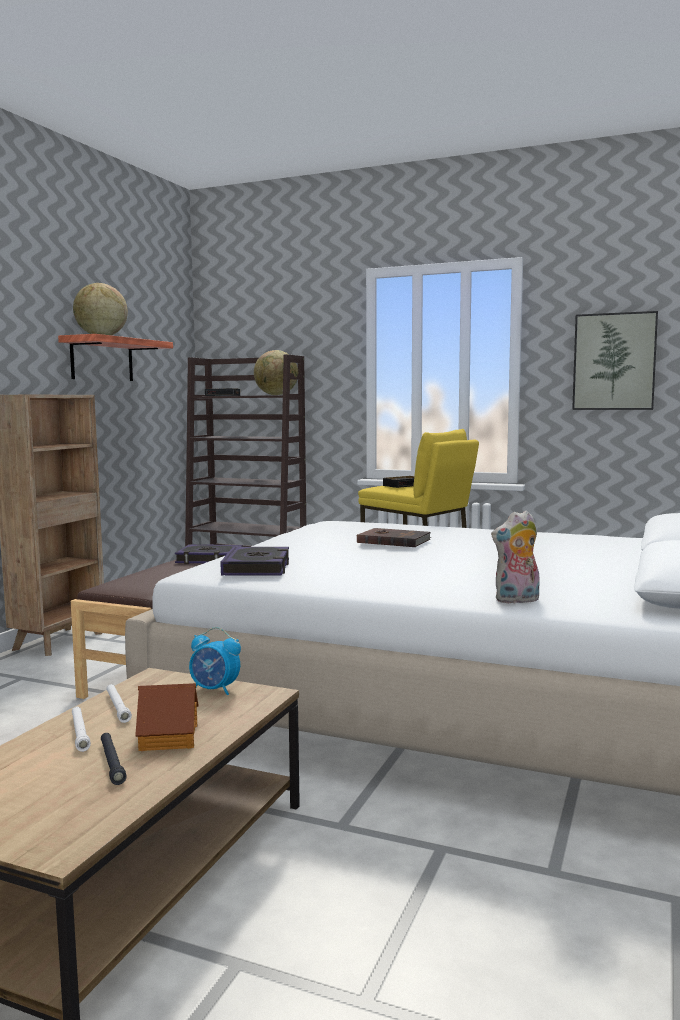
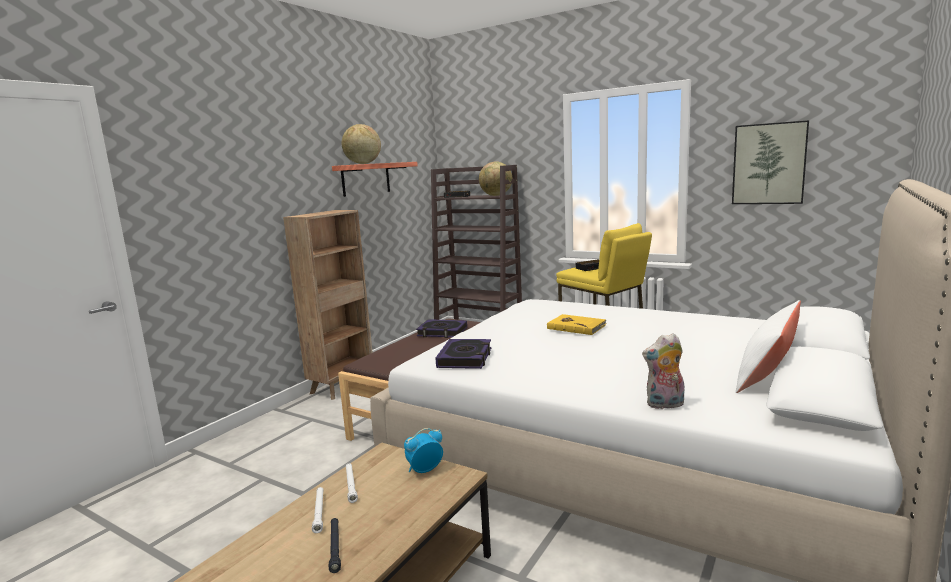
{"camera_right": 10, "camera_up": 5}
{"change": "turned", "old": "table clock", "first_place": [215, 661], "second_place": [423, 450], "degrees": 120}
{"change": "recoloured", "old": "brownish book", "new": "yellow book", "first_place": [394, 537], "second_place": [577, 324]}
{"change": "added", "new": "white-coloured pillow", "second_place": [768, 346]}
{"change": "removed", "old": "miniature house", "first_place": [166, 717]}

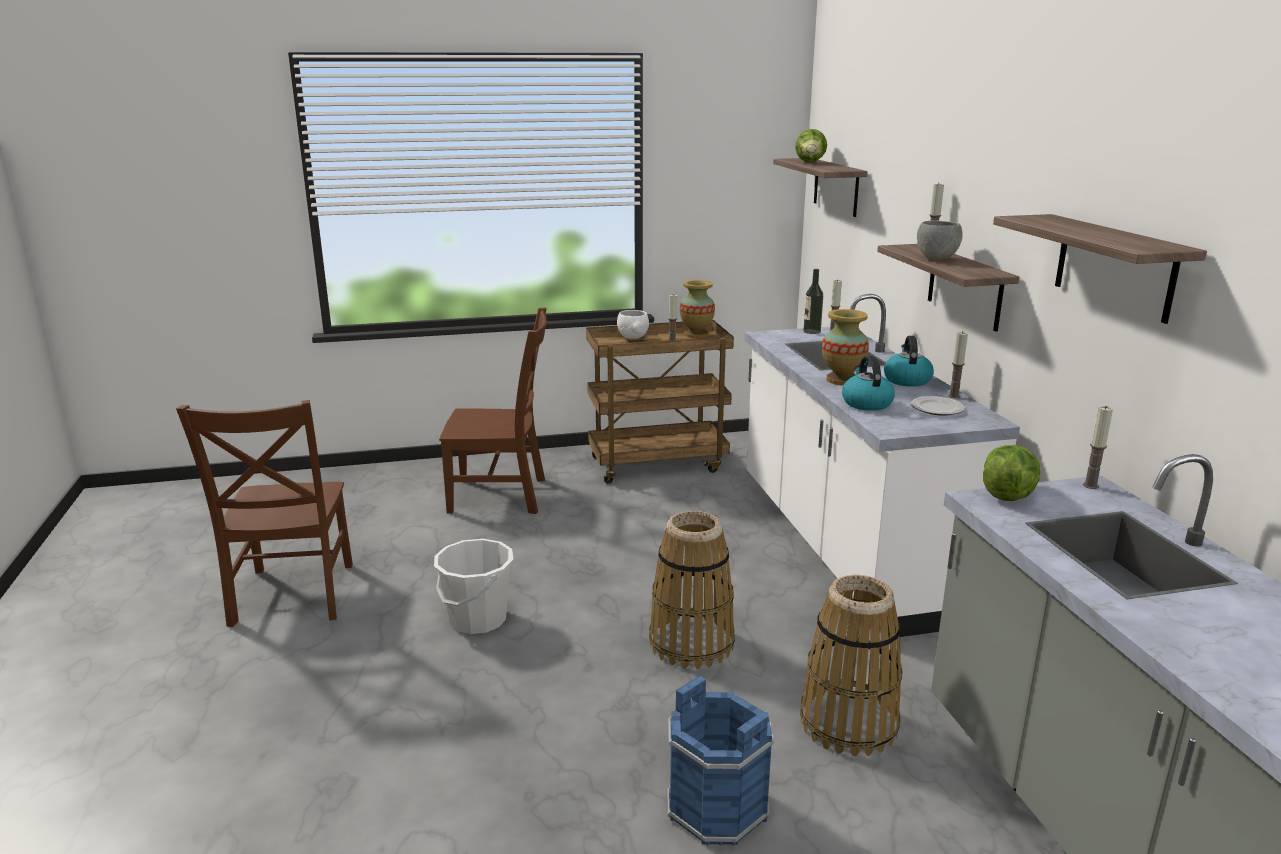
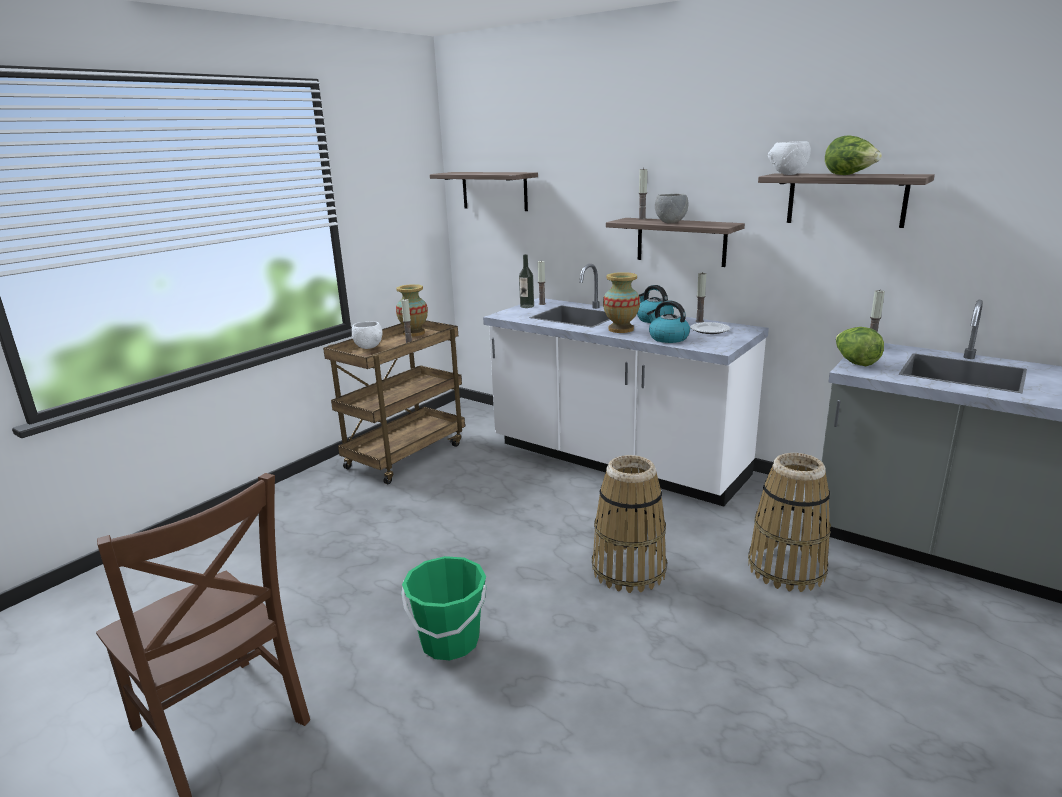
{"camera_right": -40, "camera_up": 0}
{"change": "recoloured", "old": "white-coloured pail", "new": "green-coloured pail", "first_place": [473, 586], "second_place": [443, 608]}
{"change": "added", "new": "white-coloured bowl", "second_place": [789, 158]}
{"change": "moved", "old": "head of lettuce", "first_place": [811, 145], "second_place": [853, 155]}
{"change": "removed", "old": "brownish chair", "first_place": [493, 410]}
{"change": "removed", "old": "blue pail", "first_place": [720, 761]}

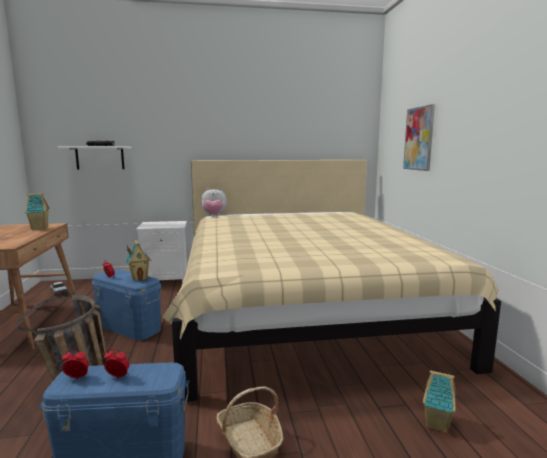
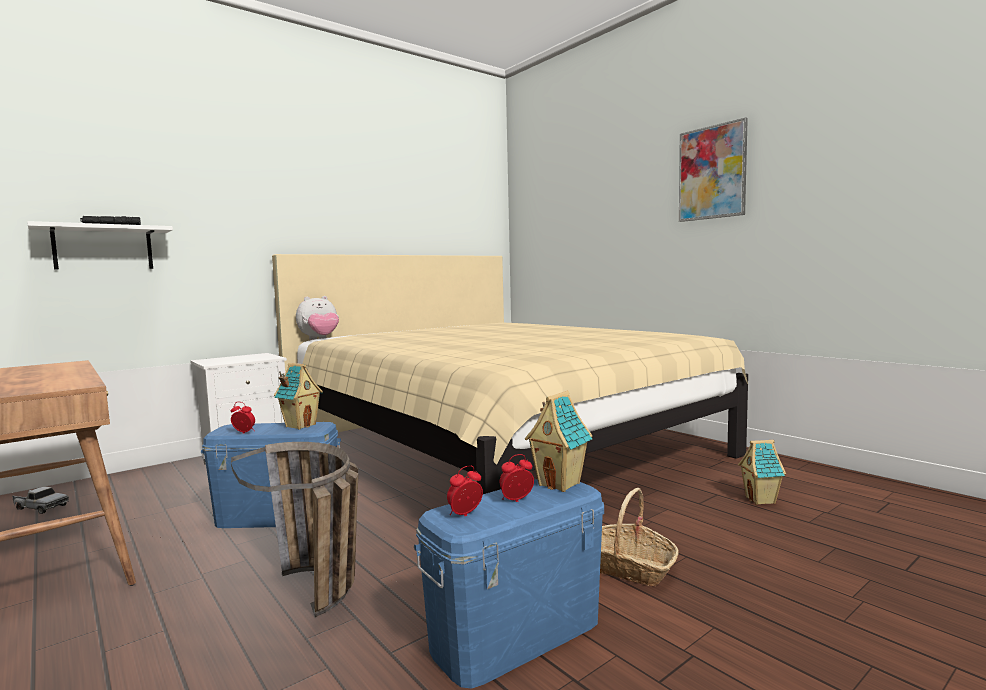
{"camera_right": -30, "camera_up": -5}
{"change": "moved", "old": "miniature house", "first_place": [37, 211], "second_place": [558, 441]}
{"change": "moved", "old": "wall art", "first_place": [419, 137], "second_place": [713, 169]}

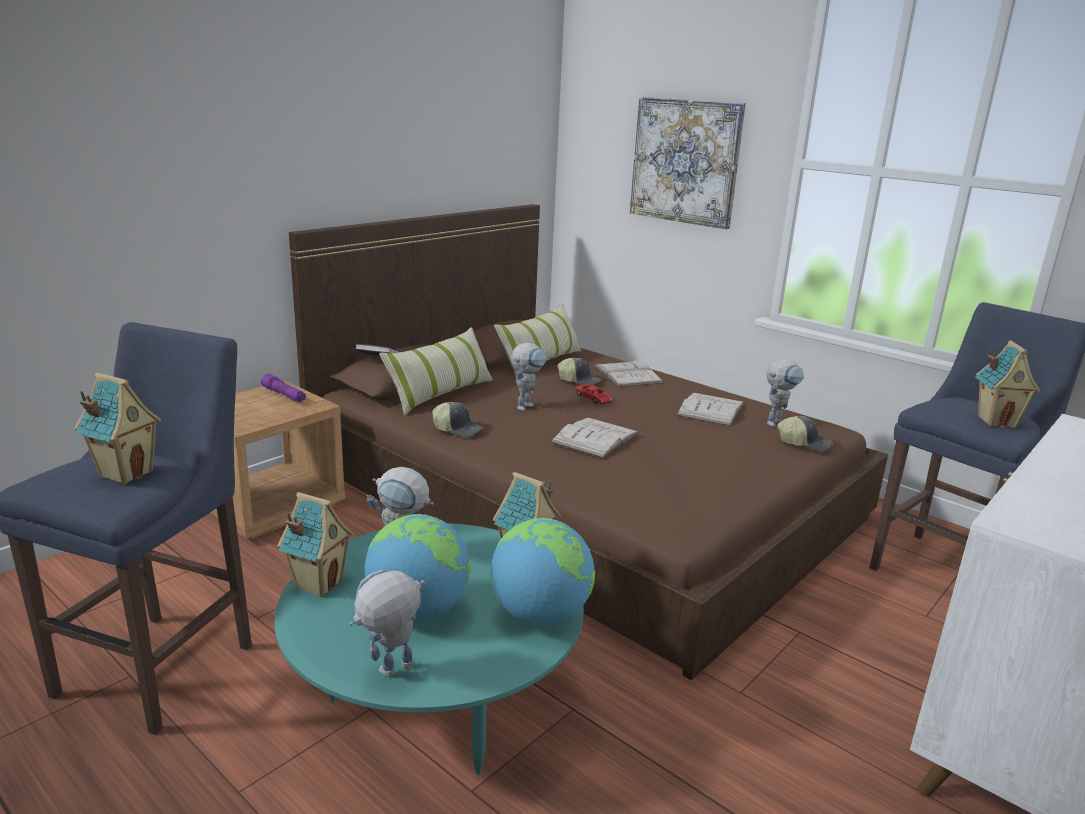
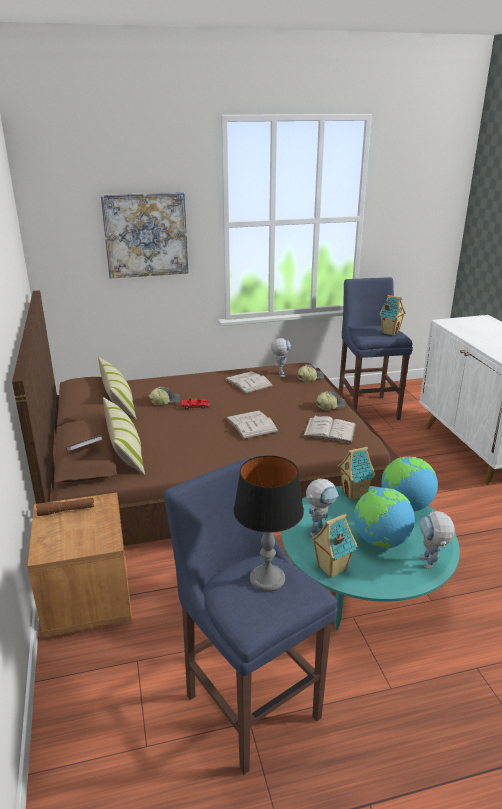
{"camera_right": -55, "camera_up": 5}
{"change": "recoloured", "old": "purple torch", "new": "brownish torch", "first_place": [283, 388], "second_place": [65, 507]}
{"change": "replaced", "old": "miniature house", "new": "lamp for a table", "first_place": [117, 429], "second_place": [268, 523]}
{"change": "moved", "old": "white-coloured book", "first_place": [628, 373], "second_place": [329, 429]}
{"change": "moved", "old": "peaked cap", "first_place": [458, 420], "second_place": [331, 400]}
{"change": "removed", "old": "model robot", "first_place": [529, 377]}

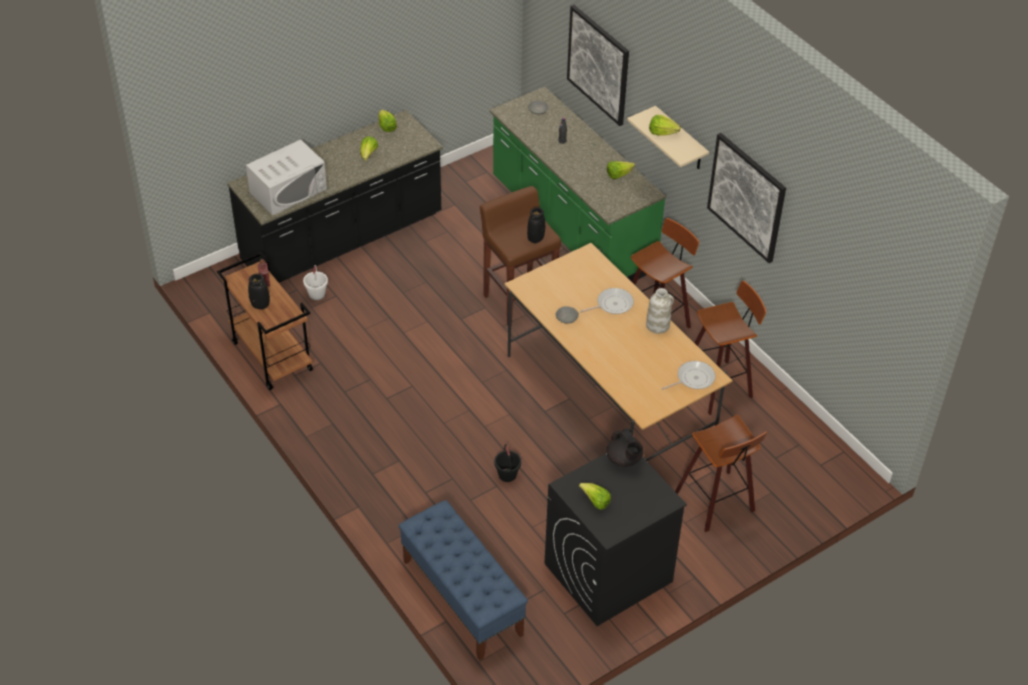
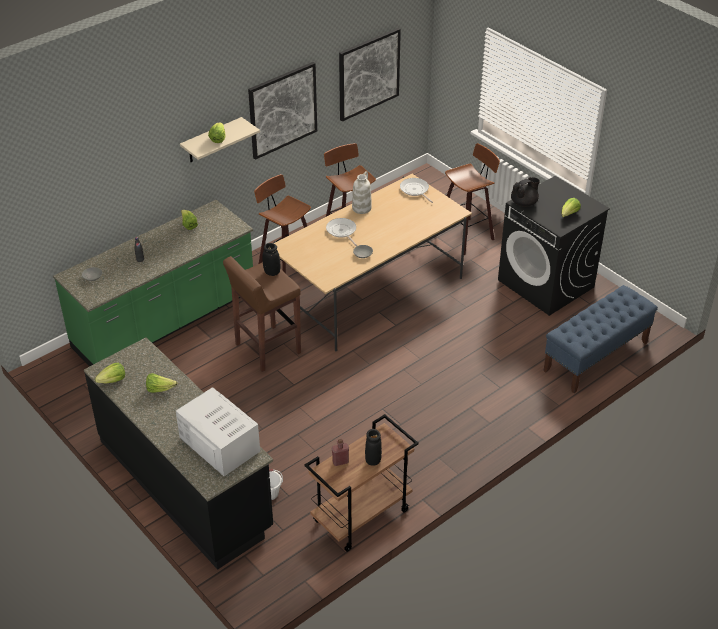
{"camera_right": -95, "camera_up": -5}
{"change": "moved", "old": "wall art", "first_place": [598, 65], "second_place": [370, 75]}
{"change": "removed", "old": "black-coloured pail", "first_place": [507, 463]}

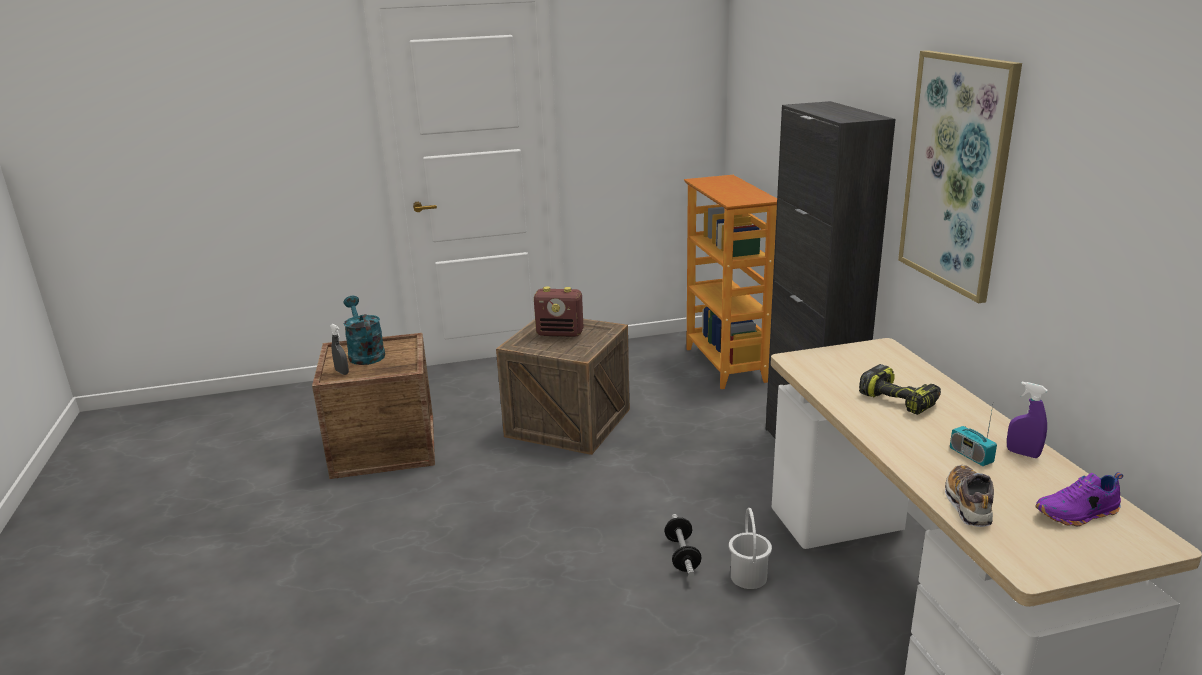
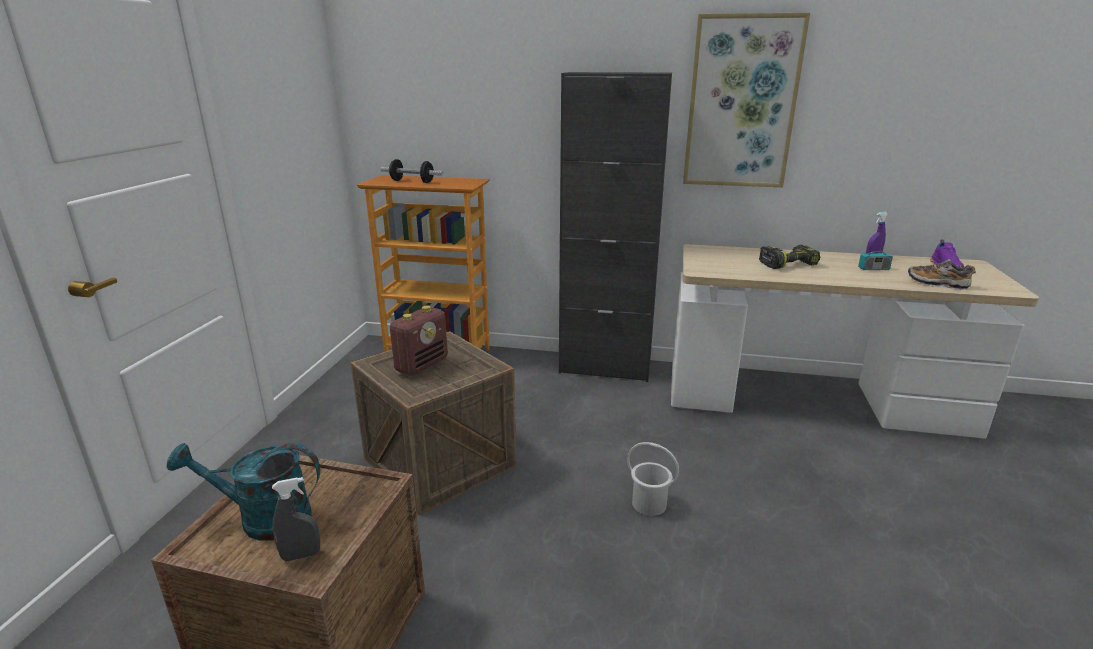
{"camera_right": -65, "camera_up": 0}
{"change": "moved", "old": "hand weight", "first_place": [683, 545], "second_place": [412, 171]}
{"change": "moved", "old": "white-coloured pail", "first_place": [750, 548], "second_place": [653, 479]}

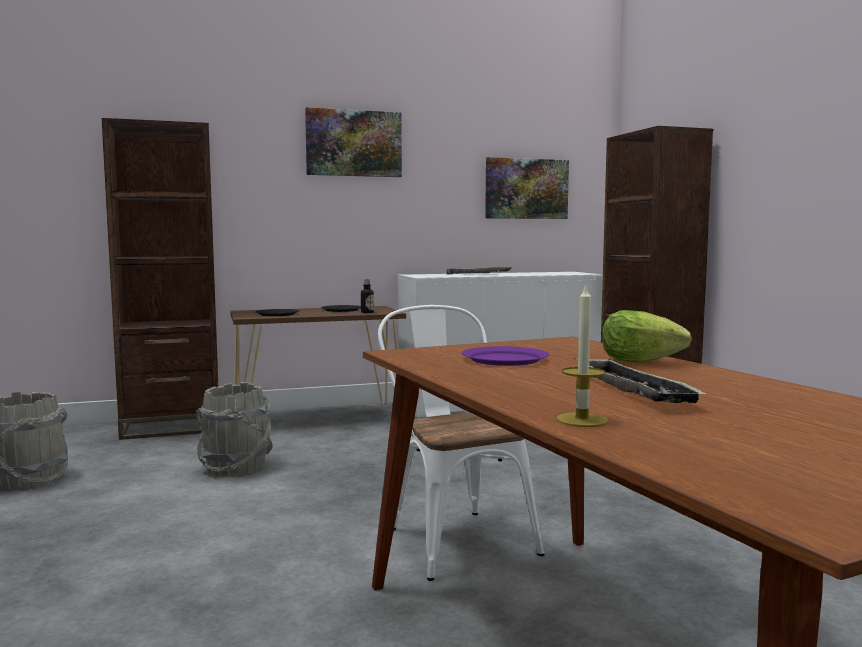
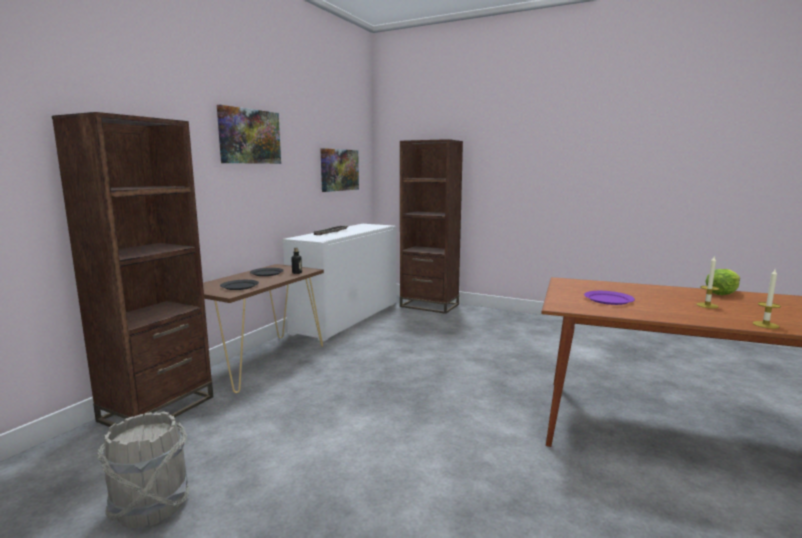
{"camera_right": -45, "camera_up": 5}
{"change": "replaced", "old": "serving tray", "new": "wax light", "first_place": [639, 380], "second_place": [707, 282]}
{"change": "moved", "old": "head of lettuce", "first_place": [647, 336], "second_place": [722, 282]}
{"change": "removed", "old": "gray pail", "first_place": [234, 429]}
{"change": "removed", "old": "white-coloured chair", "first_place": [461, 443]}

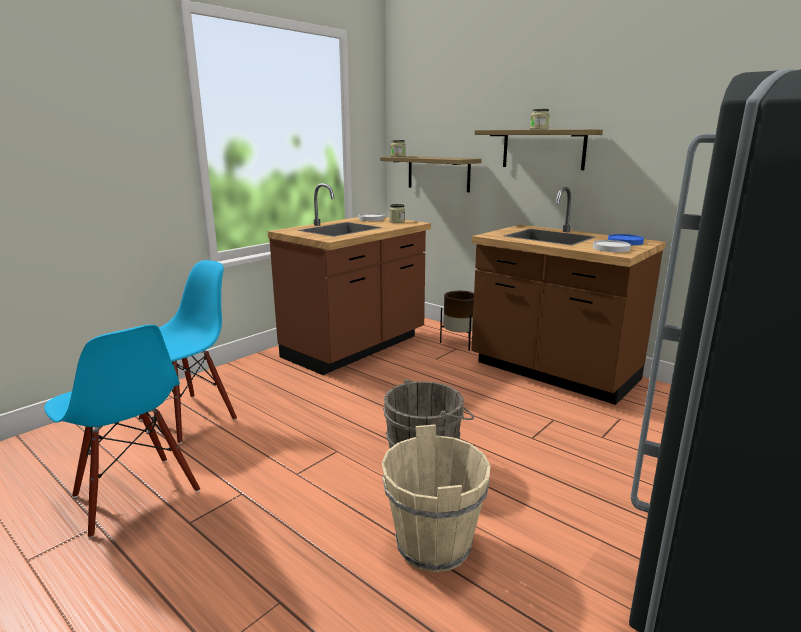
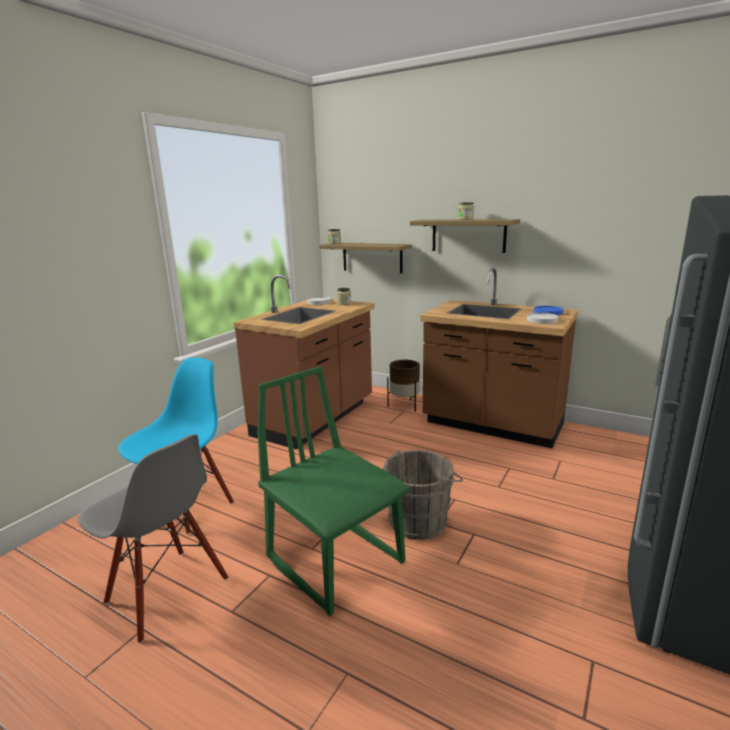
{"camera_right": -10, "camera_up": 0}
{"change": "recoloured", "old": "blue chair", "new": "gray chair", "first_place": [122, 431], "second_place": [153, 539]}
{"change": "added", "new": "green-coloured chair", "second_place": [333, 491]}
{"change": "removed", "old": "sand-coloured pail", "first_place": [436, 499]}

